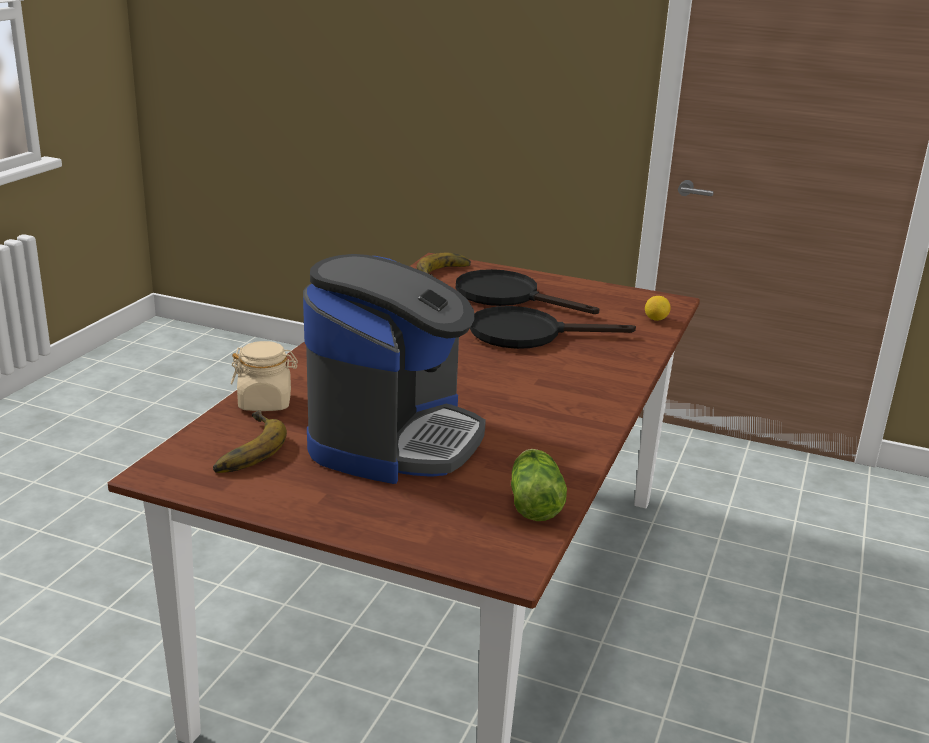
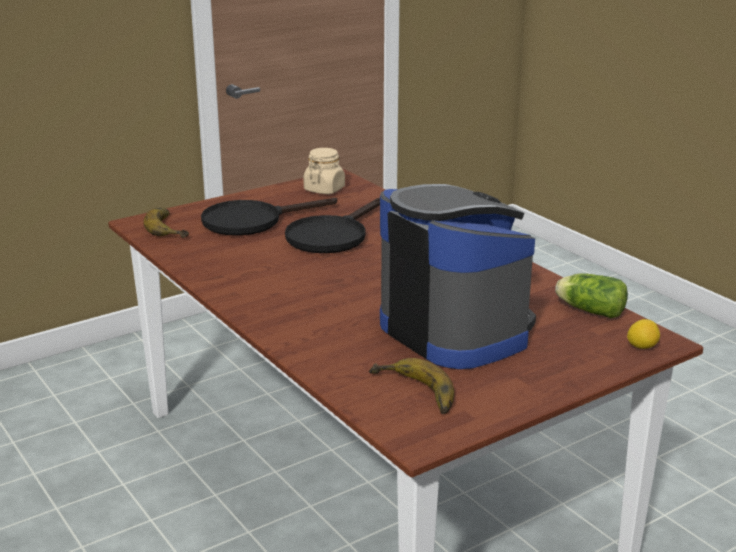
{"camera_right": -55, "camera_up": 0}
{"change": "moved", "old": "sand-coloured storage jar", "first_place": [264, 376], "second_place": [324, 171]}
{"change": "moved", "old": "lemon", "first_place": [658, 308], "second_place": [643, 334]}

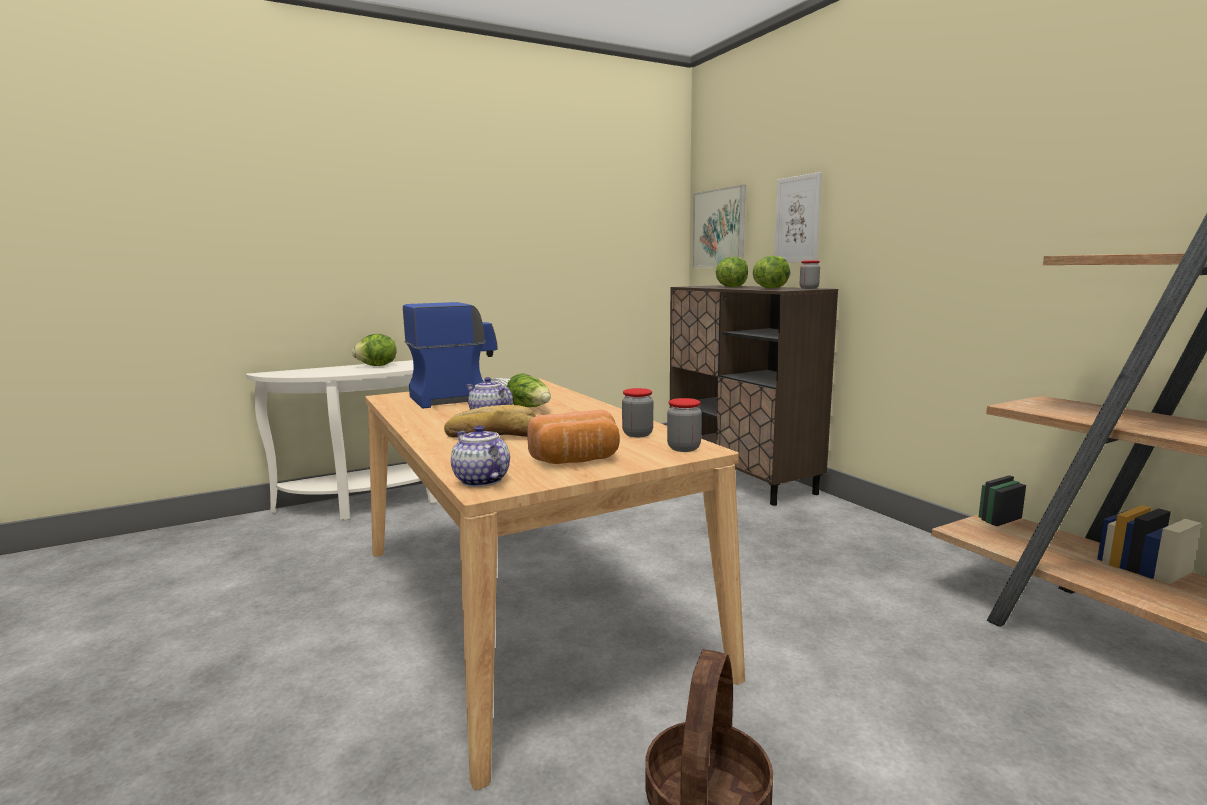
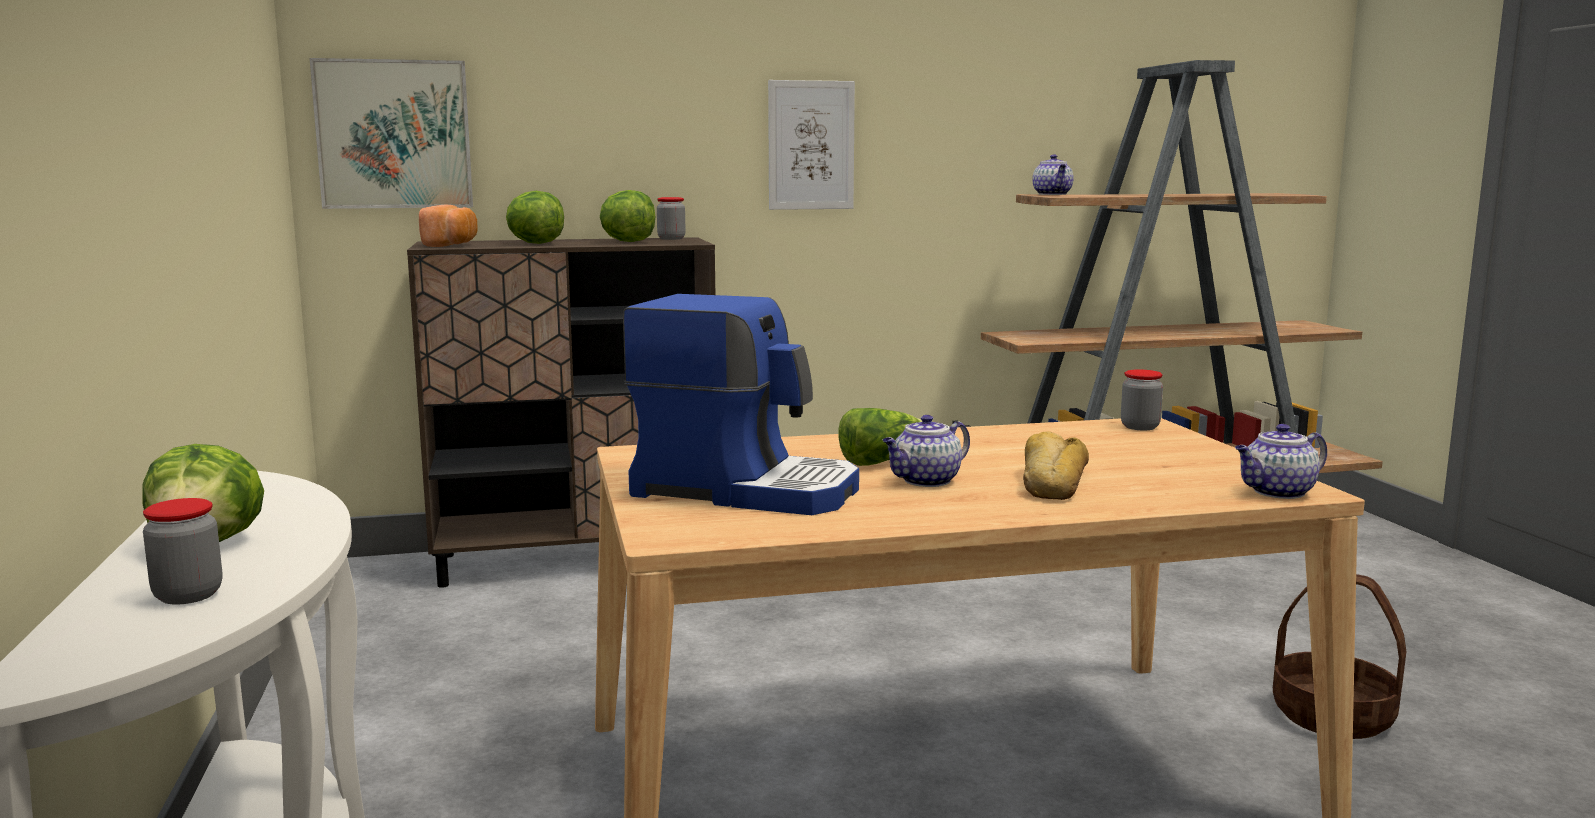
{"camera_right": -75, "camera_up": 0}
{"change": "moved", "old": "storage jar", "first_place": [637, 412], "second_place": [182, 551]}
{"change": "moved", "old": "bread", "first_place": [573, 437], "second_place": [448, 225]}
{"change": "turned", "old": "coffee maker", "first_place": [456, 355], "second_place": [741, 404], "degrees": 120}
{"change": "moved", "old": "wall art", "first_place": [798, 217], "second_place": [811, 145]}
{"change": "added", "new": "tea pot", "second_place": [1053, 174]}

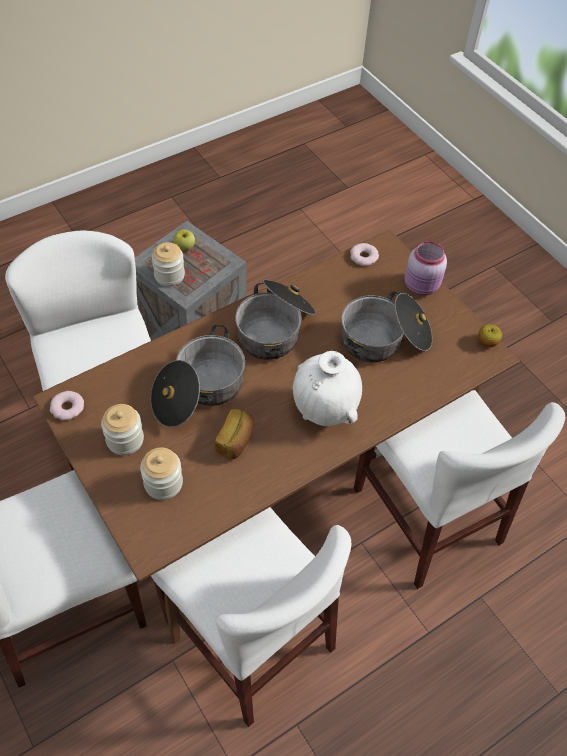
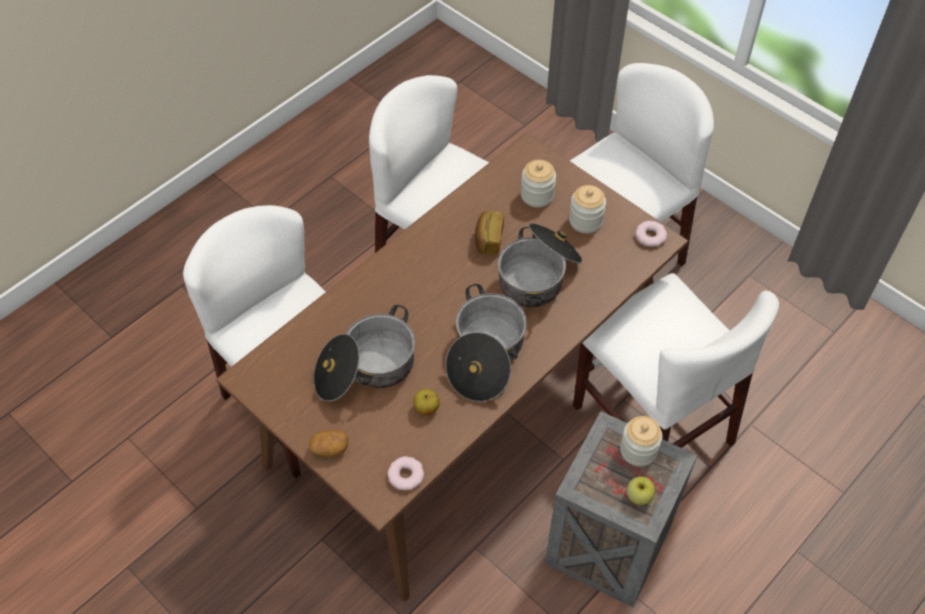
{"camera_right": 170, "camera_up": 0}
{"change": "replaced", "old": "pink storage jar", "new": "potato", "first_place": [425, 268], "second_place": [328, 443]}
{"change": "moved", "old": "whole apple", "first_place": [490, 335], "second_place": [426, 402]}
{"change": "removed", "old": "white-coloured vase", "first_place": [327, 388]}

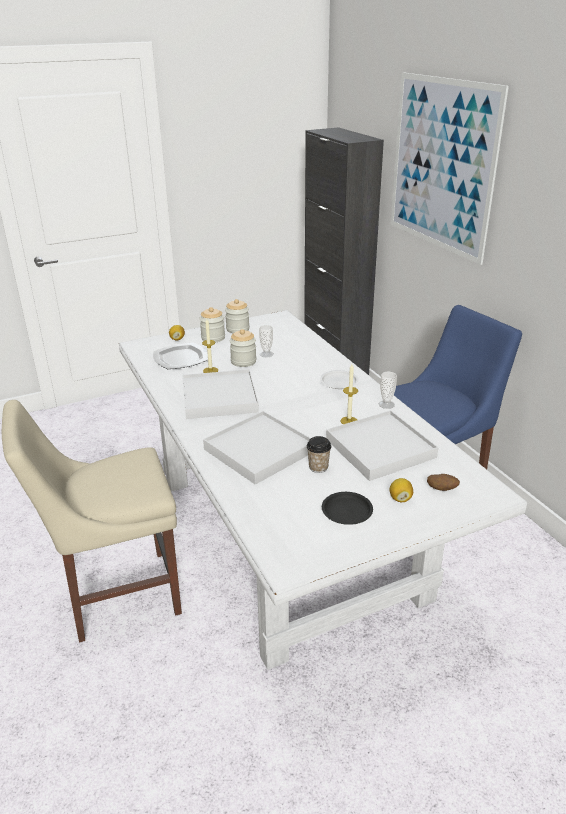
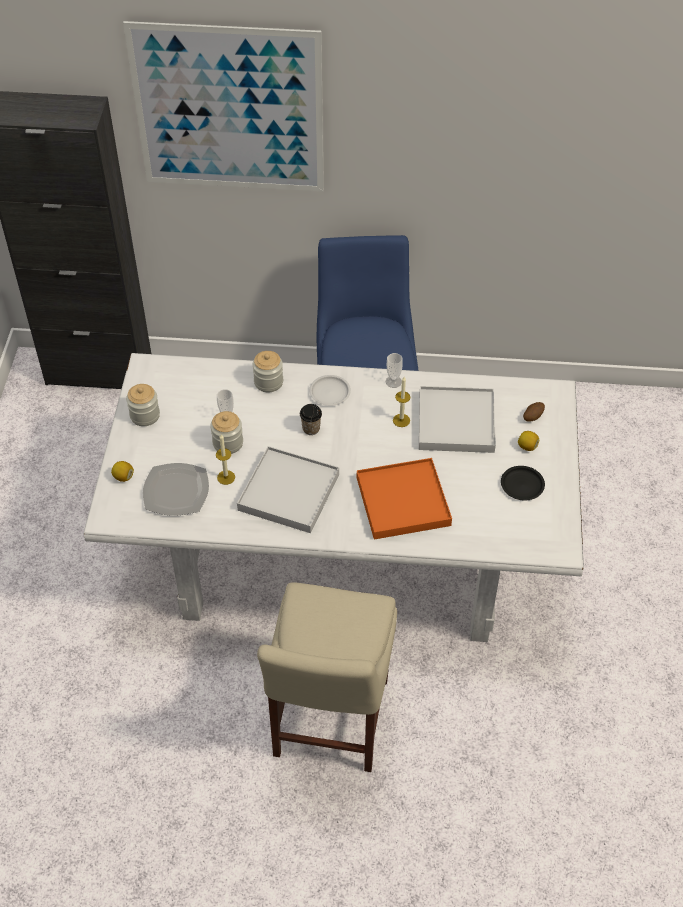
{"camera_right": -60, "camera_up": 20}
{"change": "moved", "old": "storage jar", "first_place": [212, 324], "second_place": [268, 371]}
{"change": "moved", "old": "small cup", "first_place": [319, 454], "second_place": [311, 419]}
{"change": "recoloured", "old": "white-coloured serving tray", "new": "orange serving tray", "first_place": [257, 448], "second_place": [404, 499]}

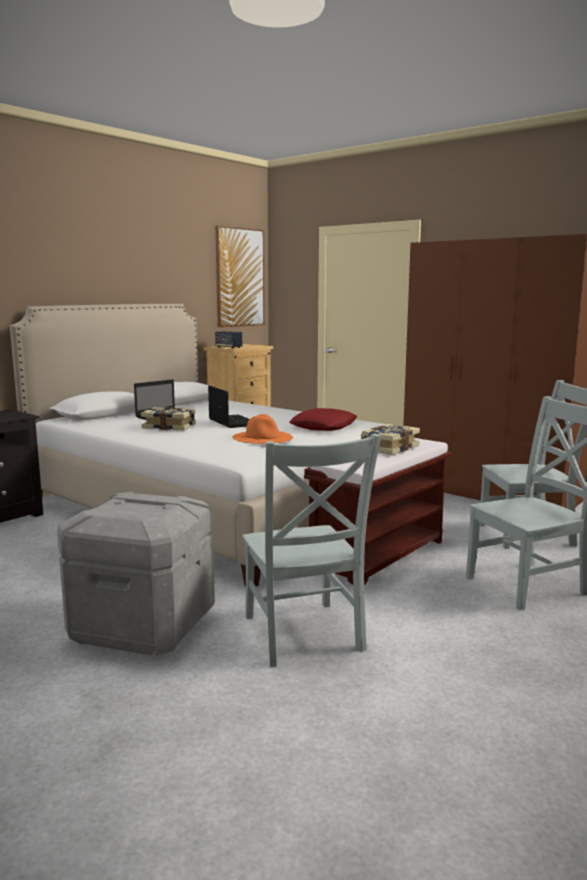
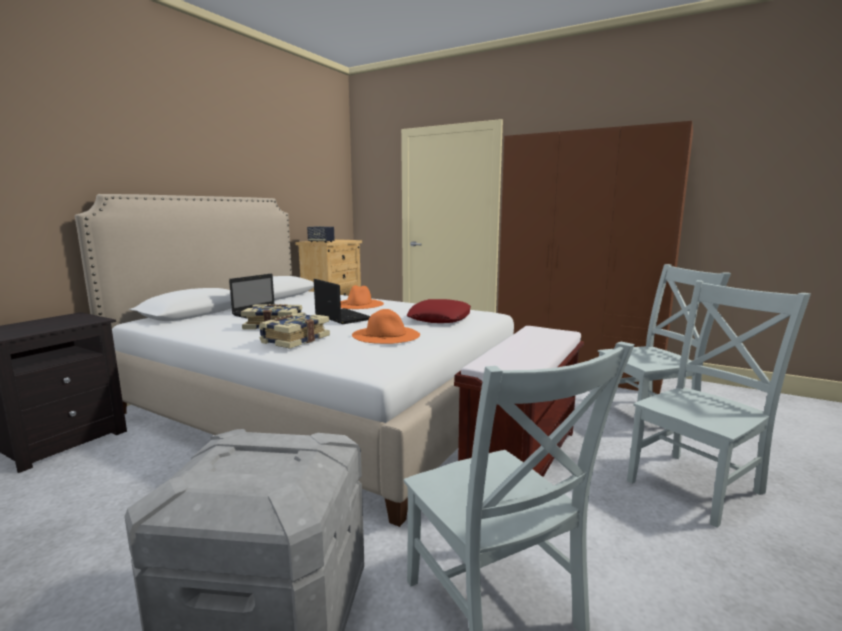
{"camera_right": -10, "camera_up": 0}
{"change": "moved", "old": "book", "first_place": [390, 439], "second_place": [294, 330]}
{"change": "added", "new": "orange wearable hat", "second_place": [362, 297]}
{"change": "removed", "old": "wall art", "first_place": [239, 277]}

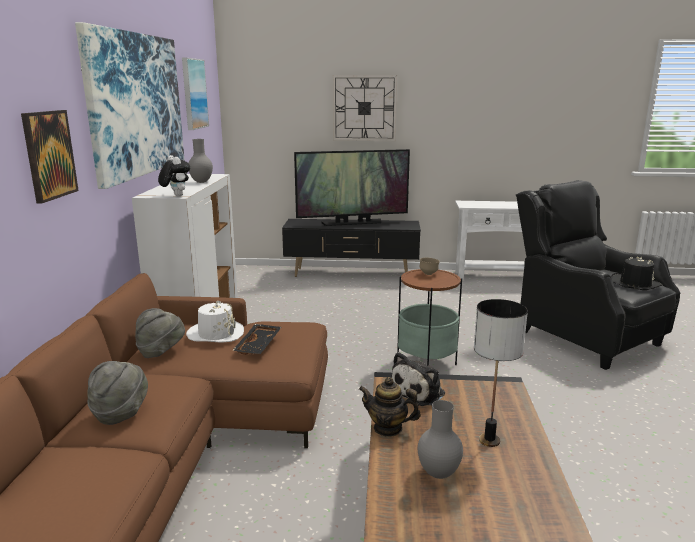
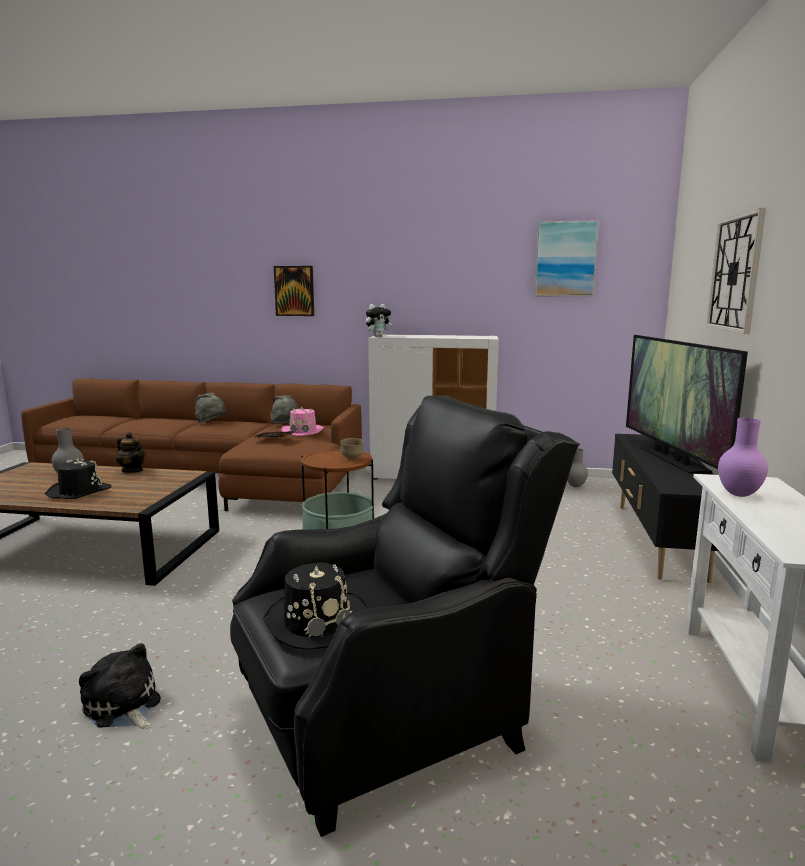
{"camera_right": 95, "camera_up": -5}
{"change": "replaced", "old": "lamp for a table", "new": "black-coloured wearable hat", "first_place": [501, 373], "second_place": [78, 478]}
{"change": "moved", "old": "cuddly toy", "first_place": [418, 379], "second_place": [120, 686]}
{"change": "turned", "old": "tea pot", "first_place": [390, 407], "second_place": [131, 452], "degrees": 105}
{"change": "recoloured", "old": "white-coloured wearable hat", "new": "pink wearable hat", "first_place": [215, 322], "second_place": [302, 421]}
{"change": "moved", "old": "gray vase", "first_place": [200, 161], "second_place": [577, 467]}
{"change": "added", "new": "purple vase", "second_place": [743, 457]}
{"change": "removed", "old": "wall art", "first_place": [129, 105]}

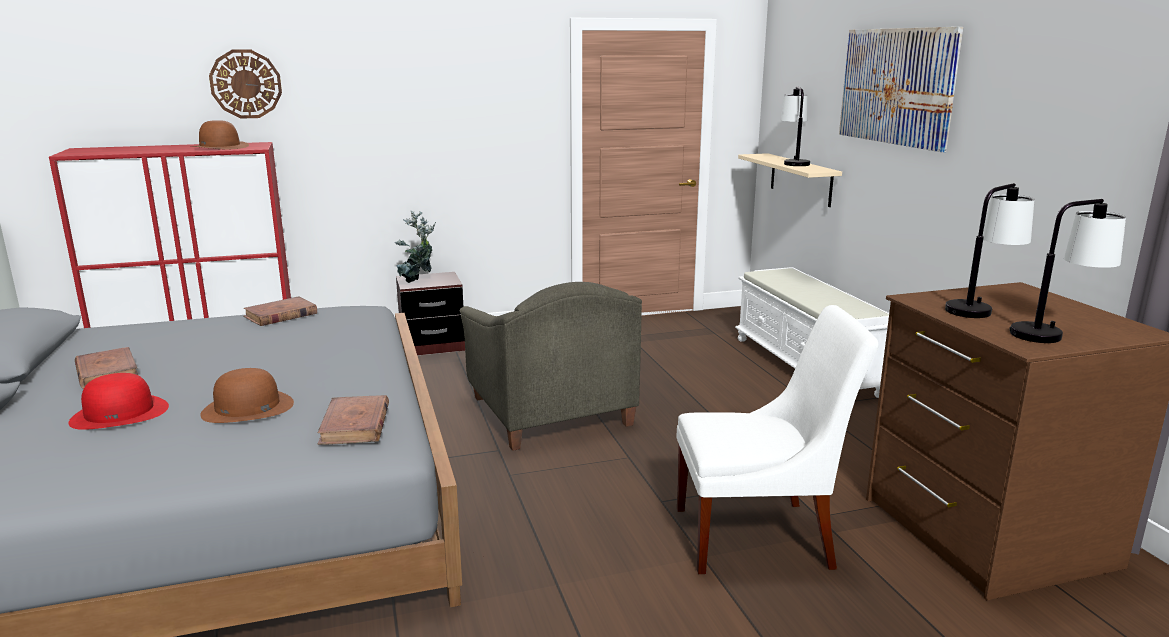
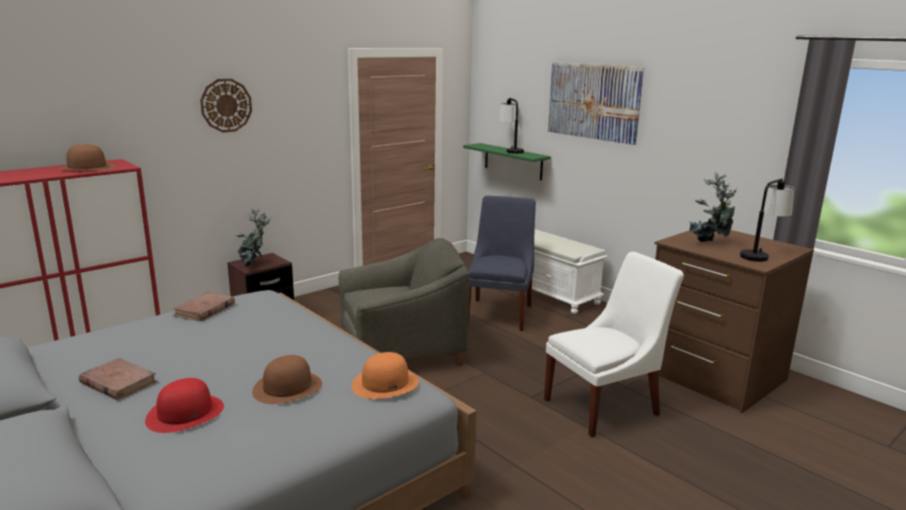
{"camera_right": -25, "camera_up": 0}
{"change": "moved", "old": "clock on the wall", "first_place": [245, 84], "second_place": [226, 106]}
{"change": "turned", "old": "gray lounge chair", "first_place": [551, 366], "second_place": [404, 302], "degrees": -60}
{"change": "replaced", "old": "brownish book", "new": "orange wearable hat", "first_place": [353, 420], "second_place": [385, 375]}
{"change": "recoloured", "old": "sand-coloured wall shelf", "new": "green-coloured wall shelf", "first_place": [790, 180], "second_place": [507, 161]}
{"change": "added", "new": "blue chair", "second_place": [502, 263]}
{"change": "replaced", "old": "lamp for a table", "new": "houseplant", "first_place": [990, 250], "second_place": [714, 207]}

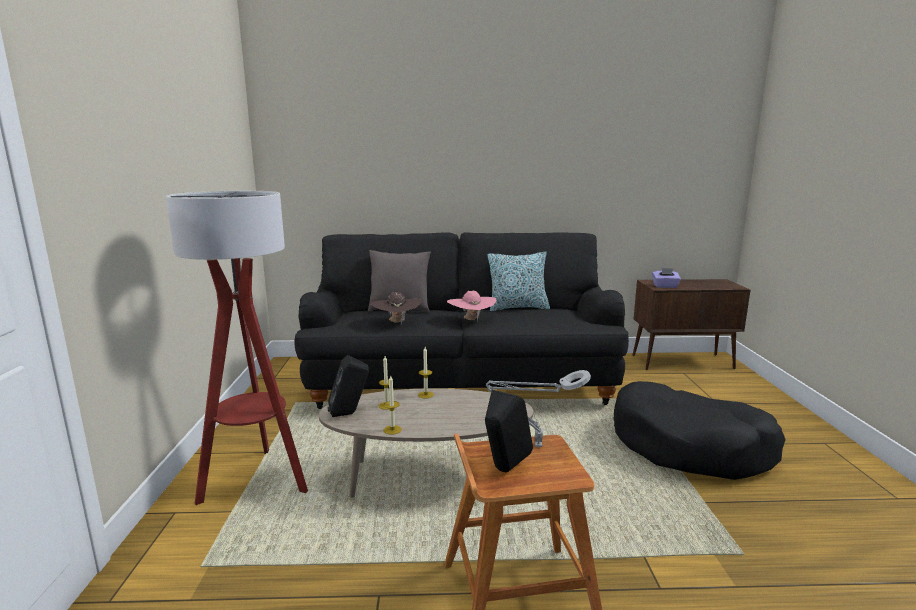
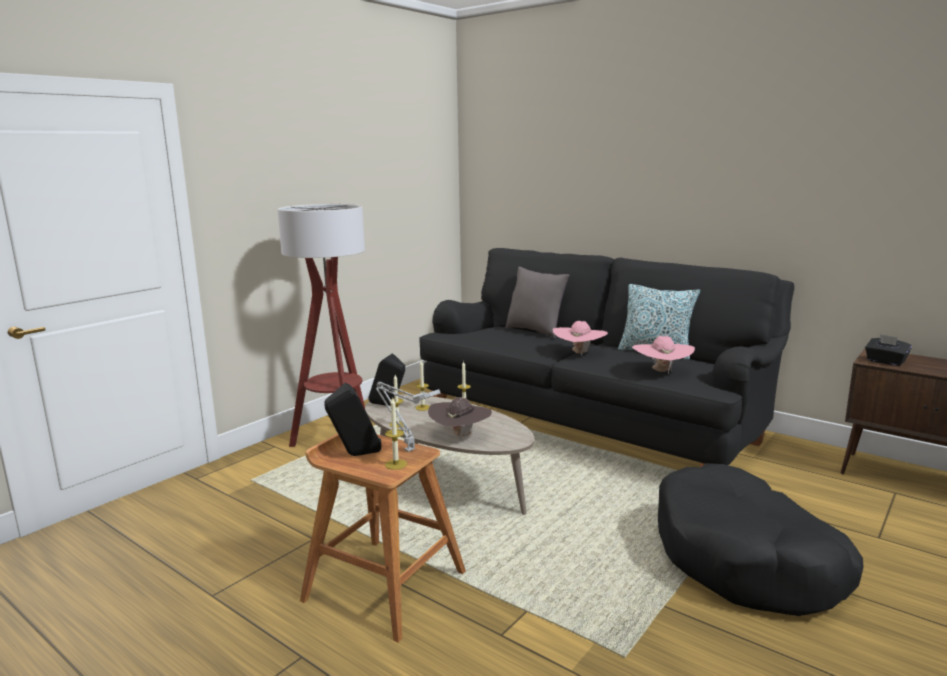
{"camera_right": 40, "camera_up": 0}
{"change": "added", "new": "wax light", "second_place": [396, 434]}
{"change": "moved", "old": "brownish wearable hat", "first_place": [396, 308], "second_place": [460, 419]}
{"change": "added", "new": "pink wearable hat", "second_place": [663, 355]}
{"change": "recoloured", "old": "purple tissue box", "new": "black-coloured tissue box", "first_place": [666, 278], "second_place": [888, 350]}

